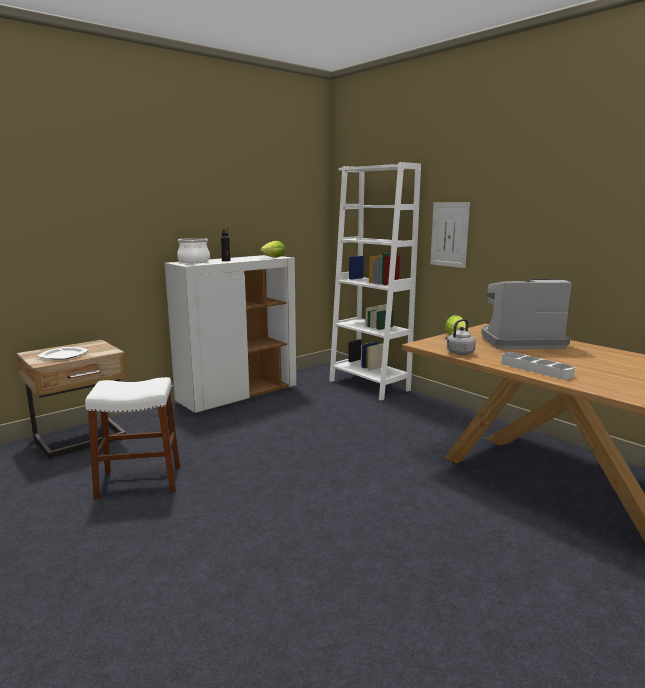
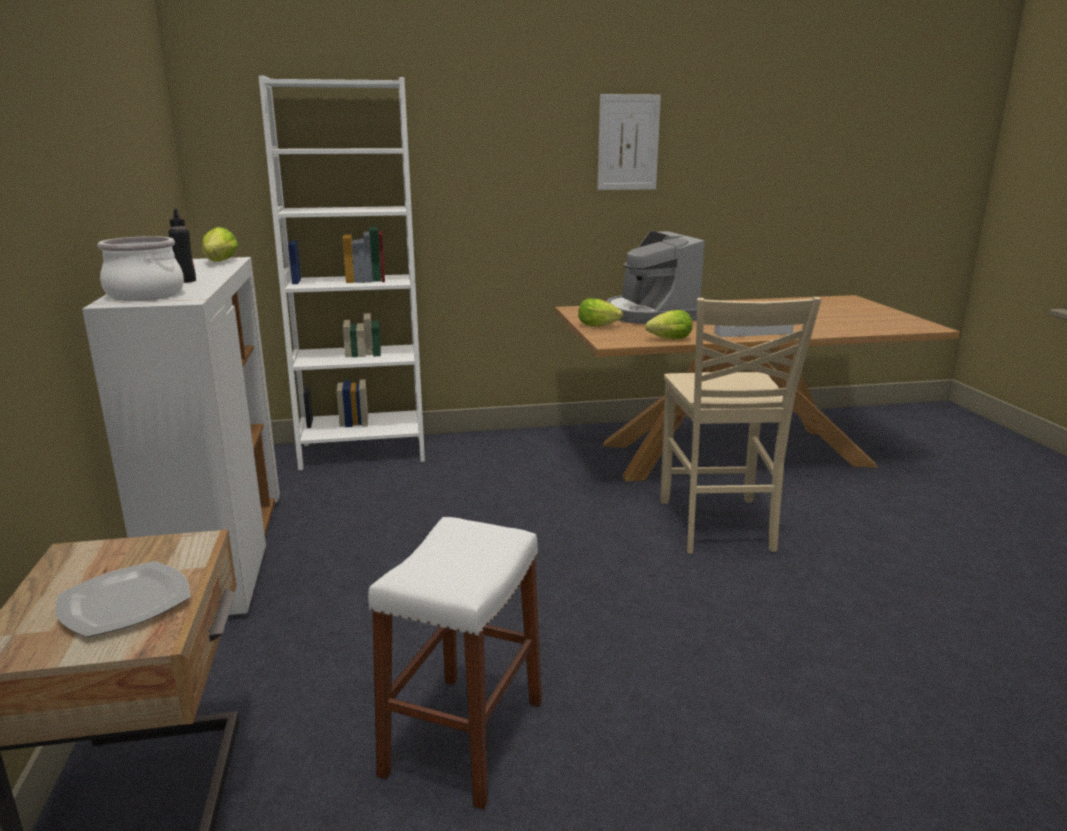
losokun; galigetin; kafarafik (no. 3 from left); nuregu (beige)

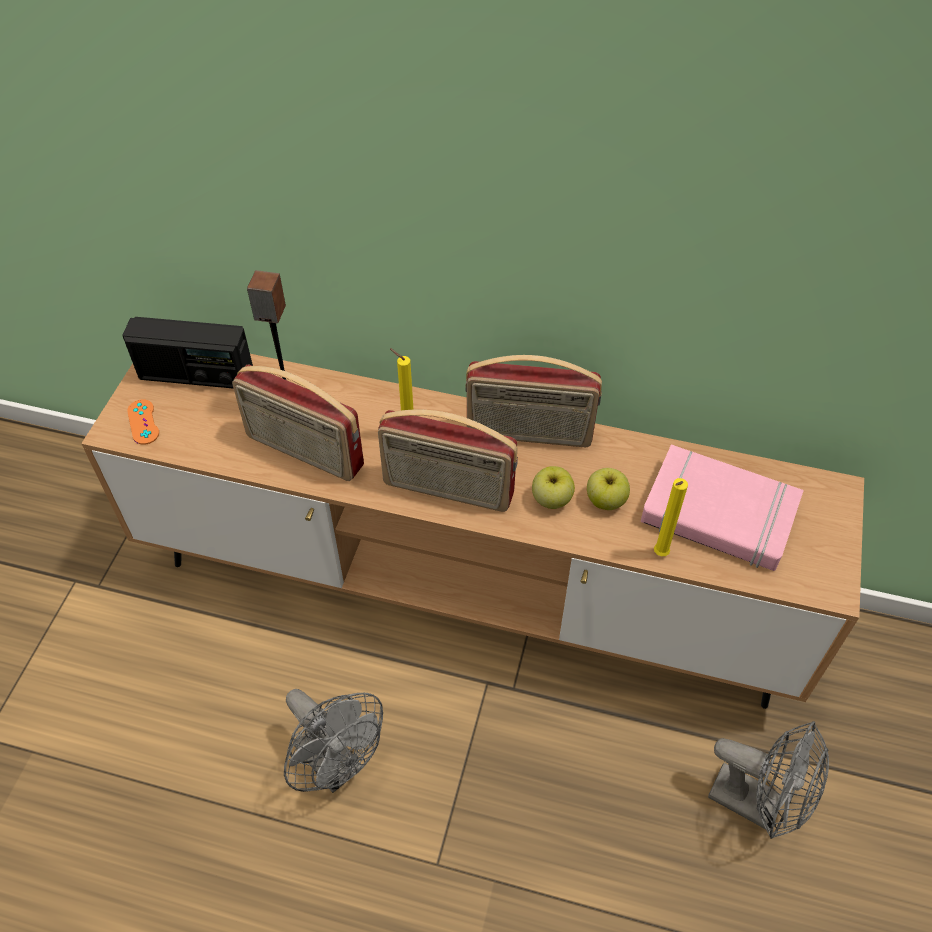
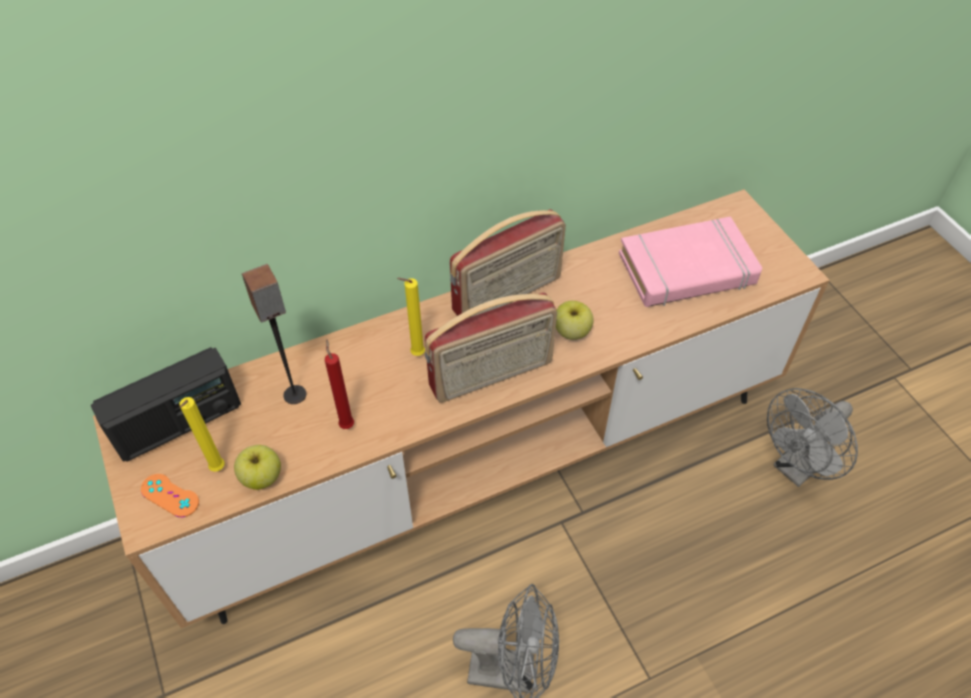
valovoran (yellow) (no. 1 from left); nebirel (no. 1 from left); valovoran (red); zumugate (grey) (no. 2 from left)

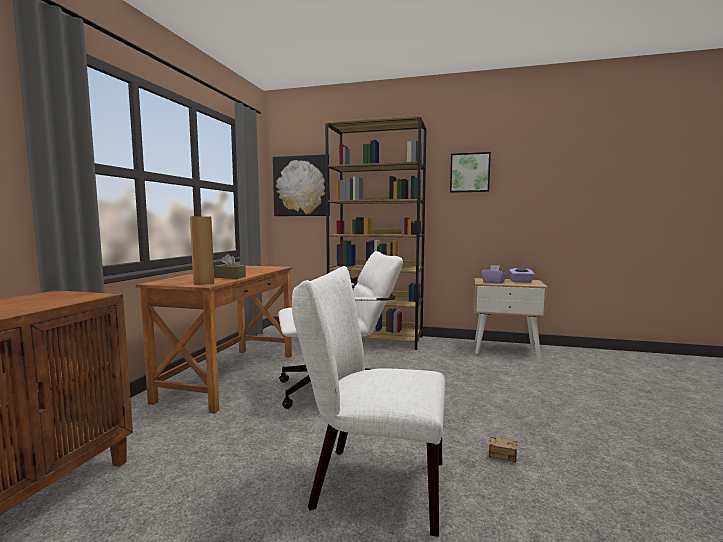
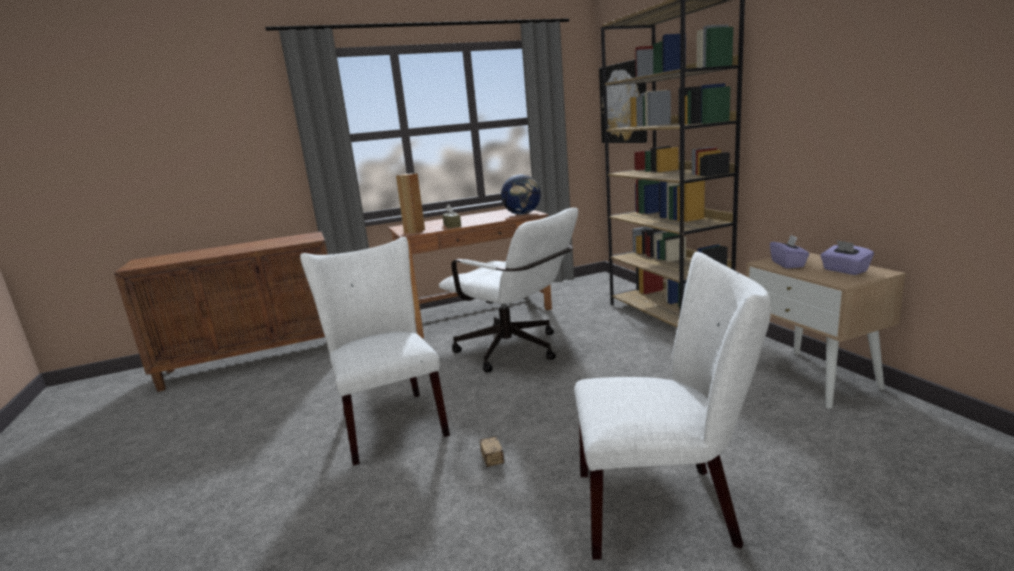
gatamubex; nuregu (white) (no. 2 from left); losokun (no. 2 from left in the first image)

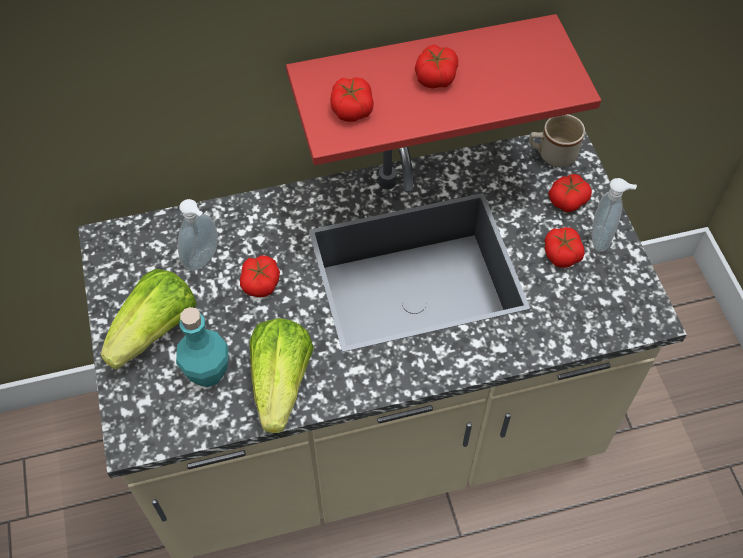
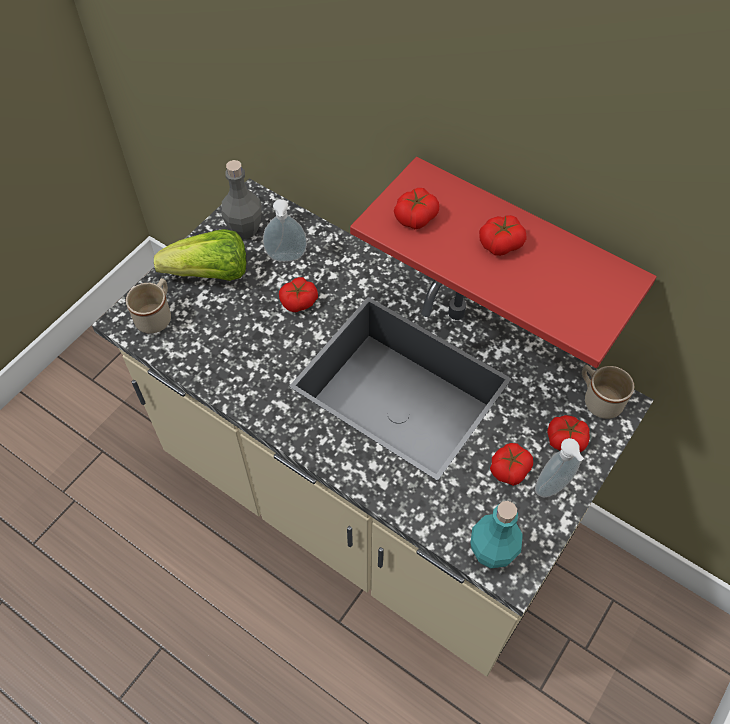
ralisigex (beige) (no. 1 from left); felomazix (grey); felomazix (turquoise); kafarafik (no. 2 from left in the first image)

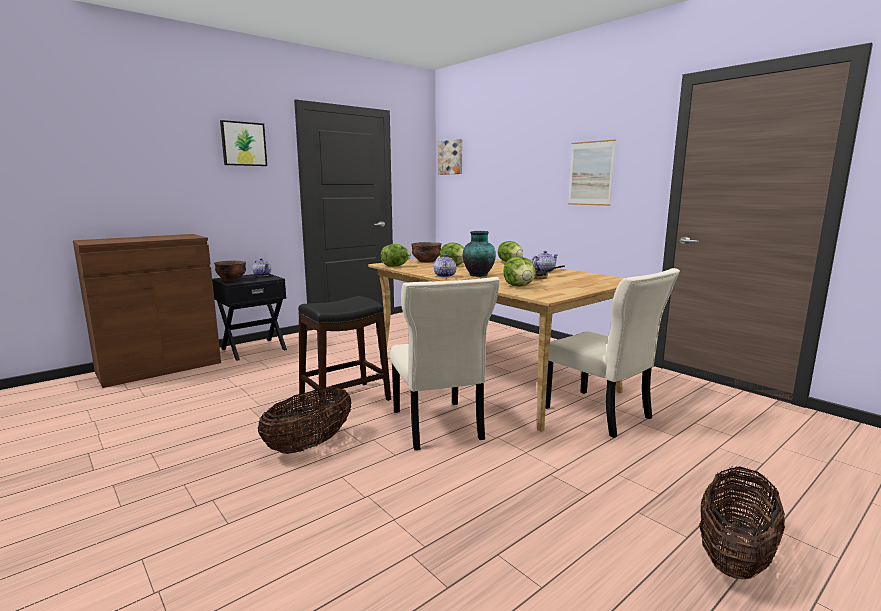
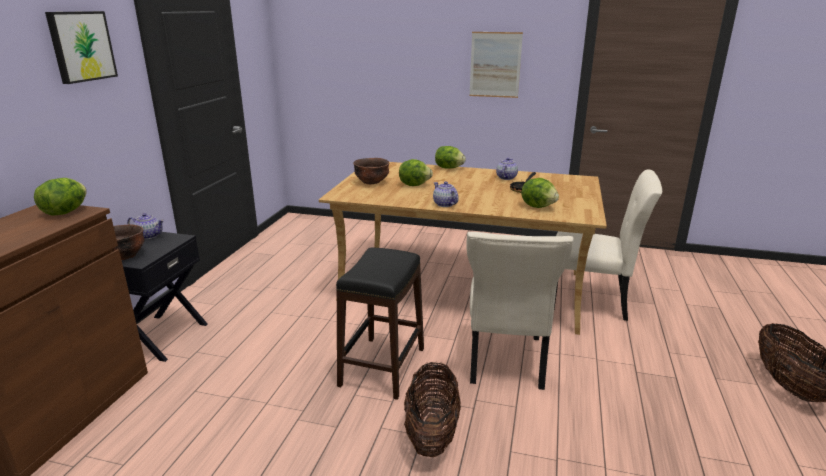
kafarafik (no. 1 from left); nuregu (beige) (no. 1 from left); losokun (no. 2 from left in the first image); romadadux

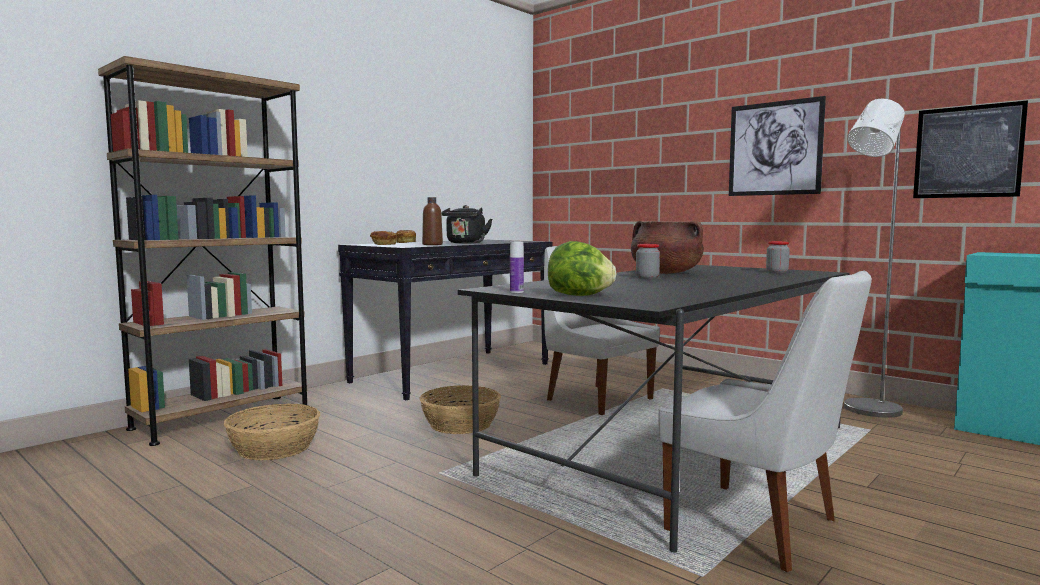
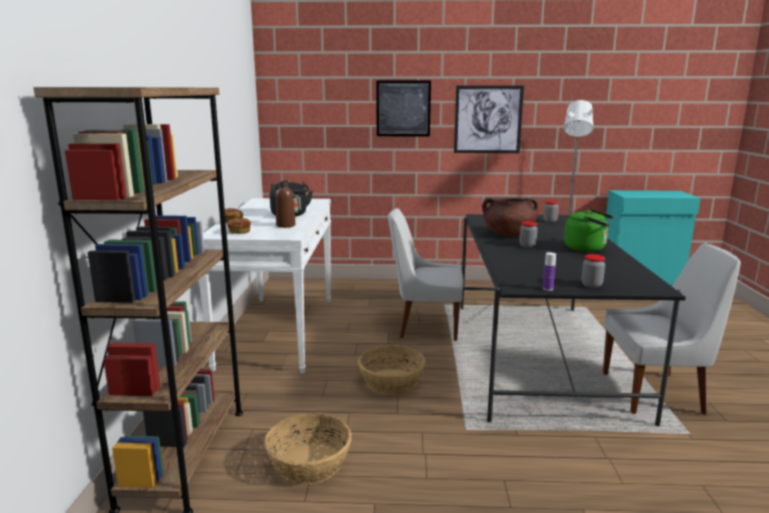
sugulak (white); losokun (no. 1 from left); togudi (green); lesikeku (no. 3 from left)

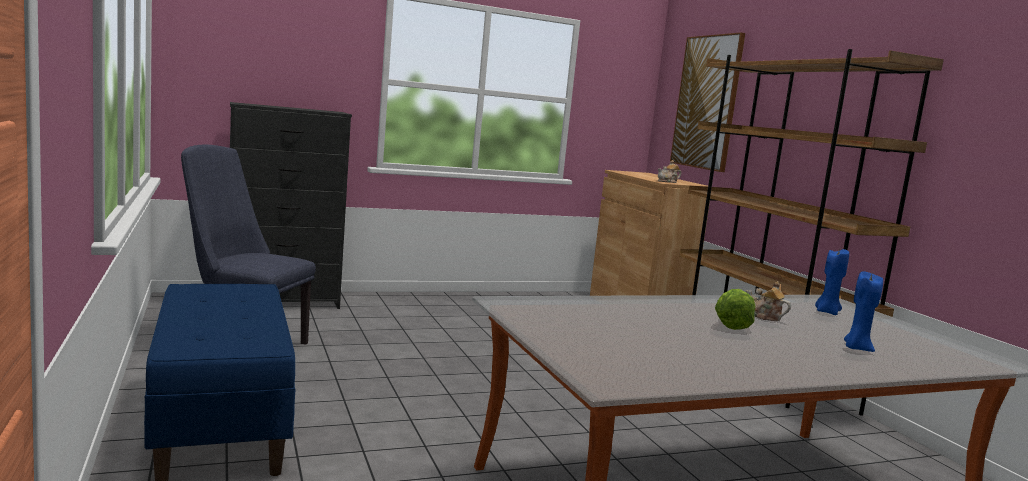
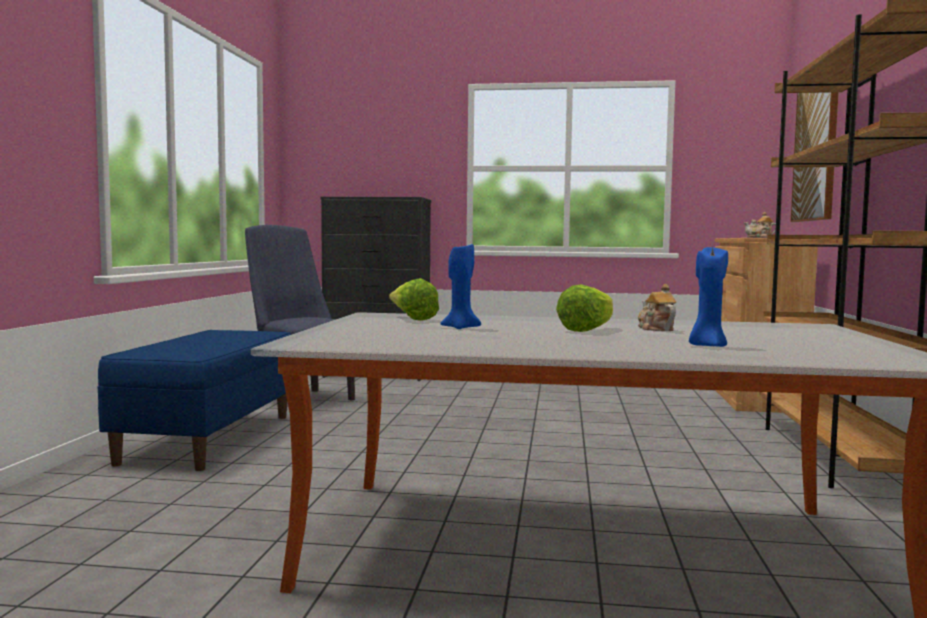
kafarafik (no. 1 from left); valovoran (blue) (no. 1 from left)

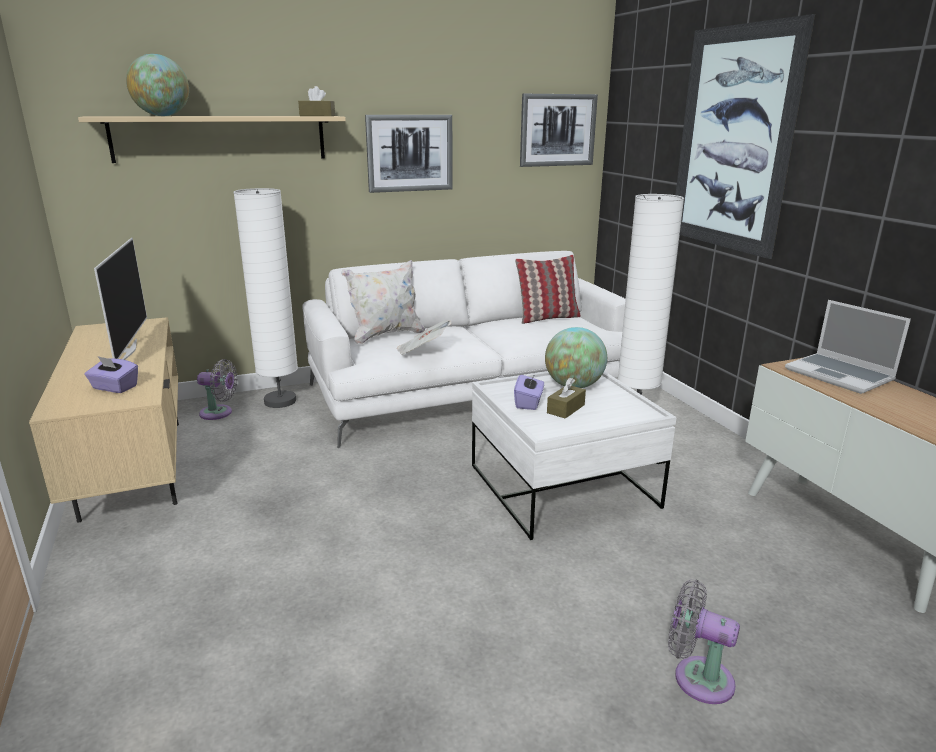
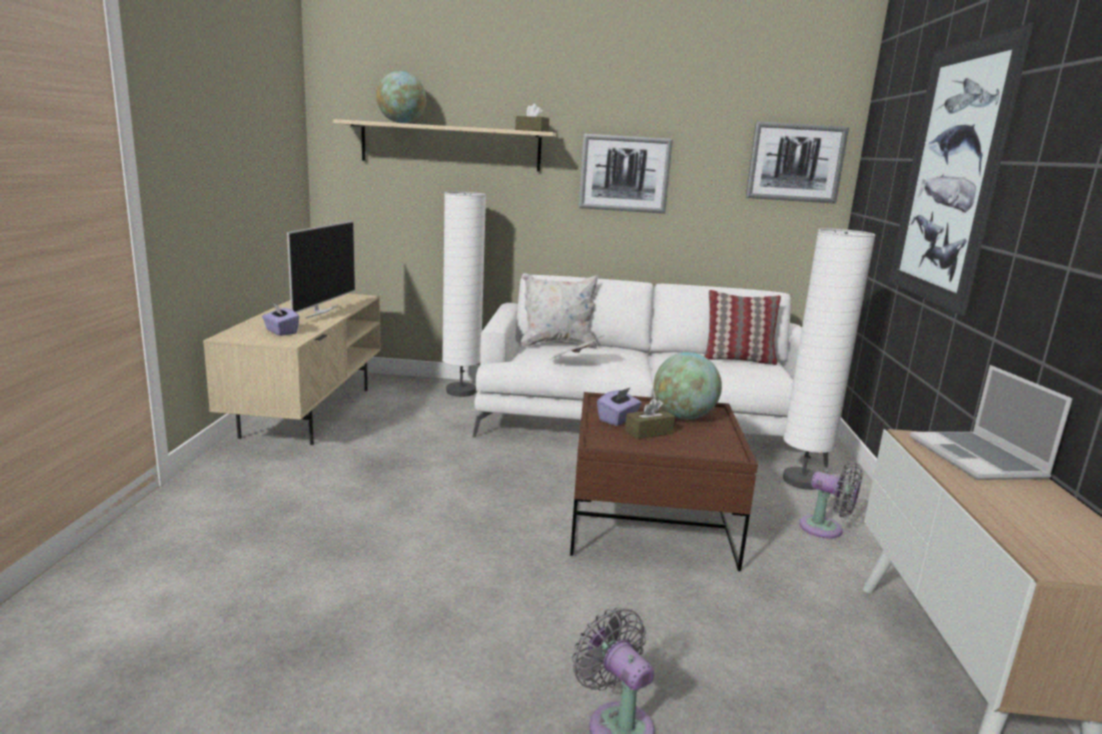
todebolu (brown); zumugate (grey) (no. 2 from left)

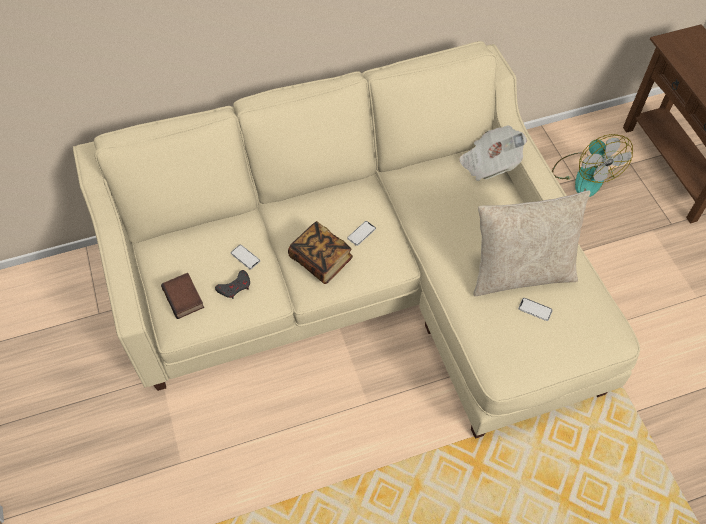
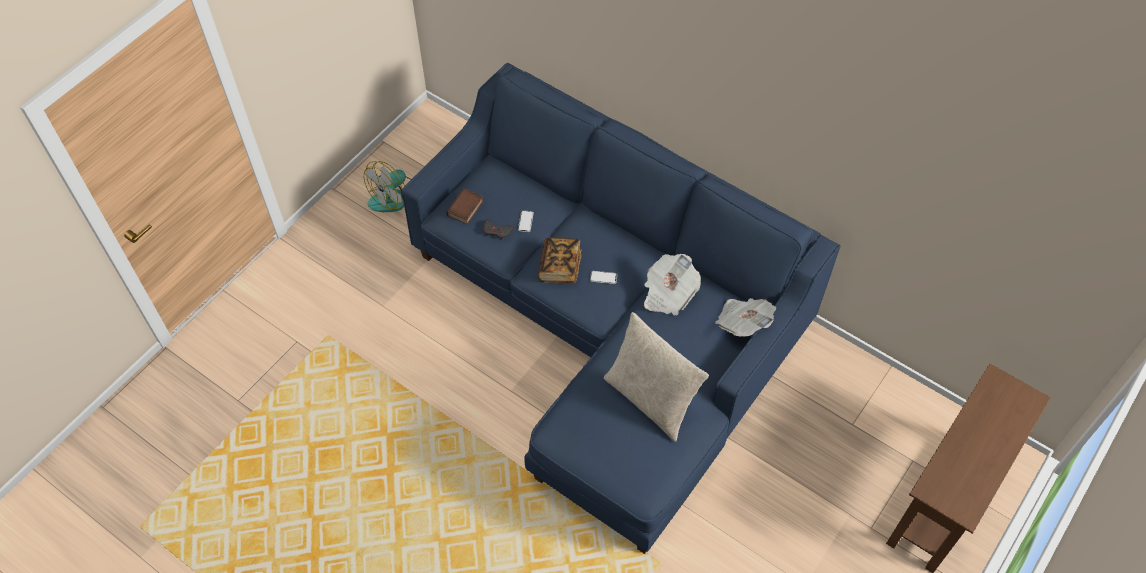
zumugate; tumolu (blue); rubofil (no. 1 from left); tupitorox (no. 3 from left in the first image)

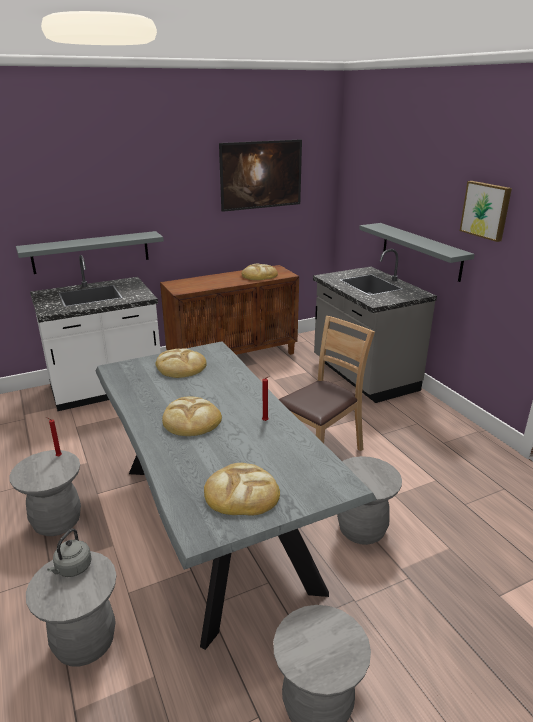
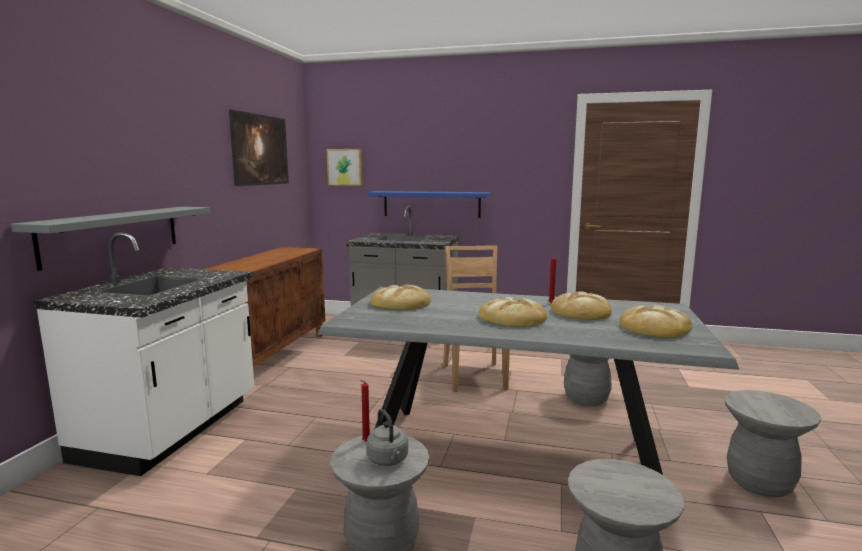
losokun (no. 2 from left); togudi (grey); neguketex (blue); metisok (no. 3 from left)

